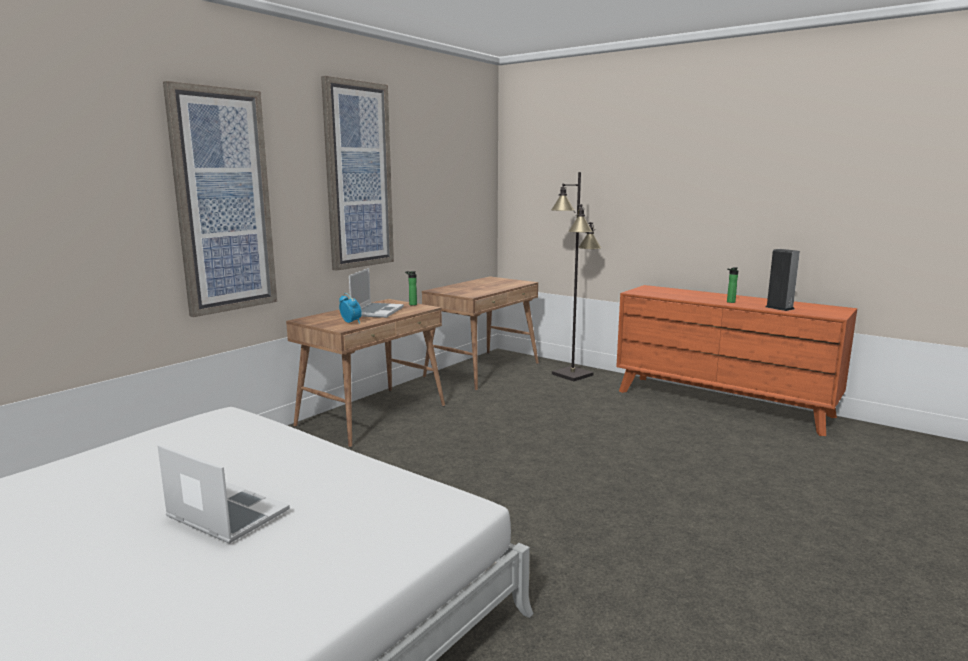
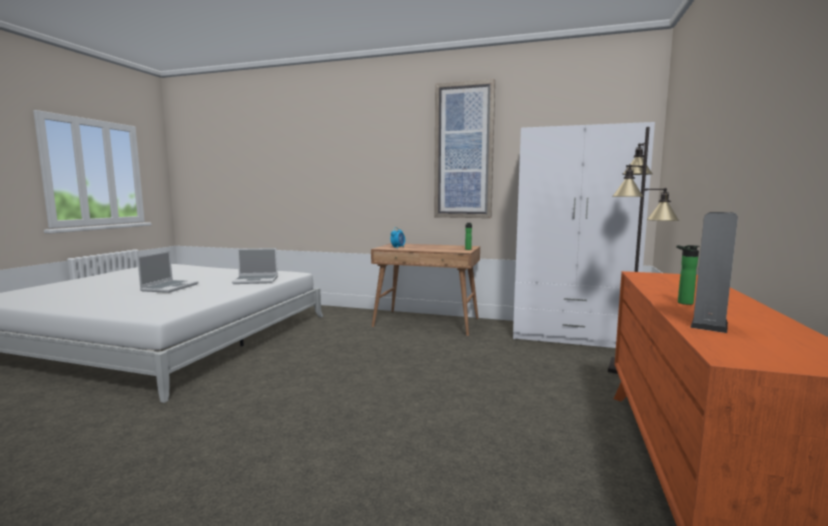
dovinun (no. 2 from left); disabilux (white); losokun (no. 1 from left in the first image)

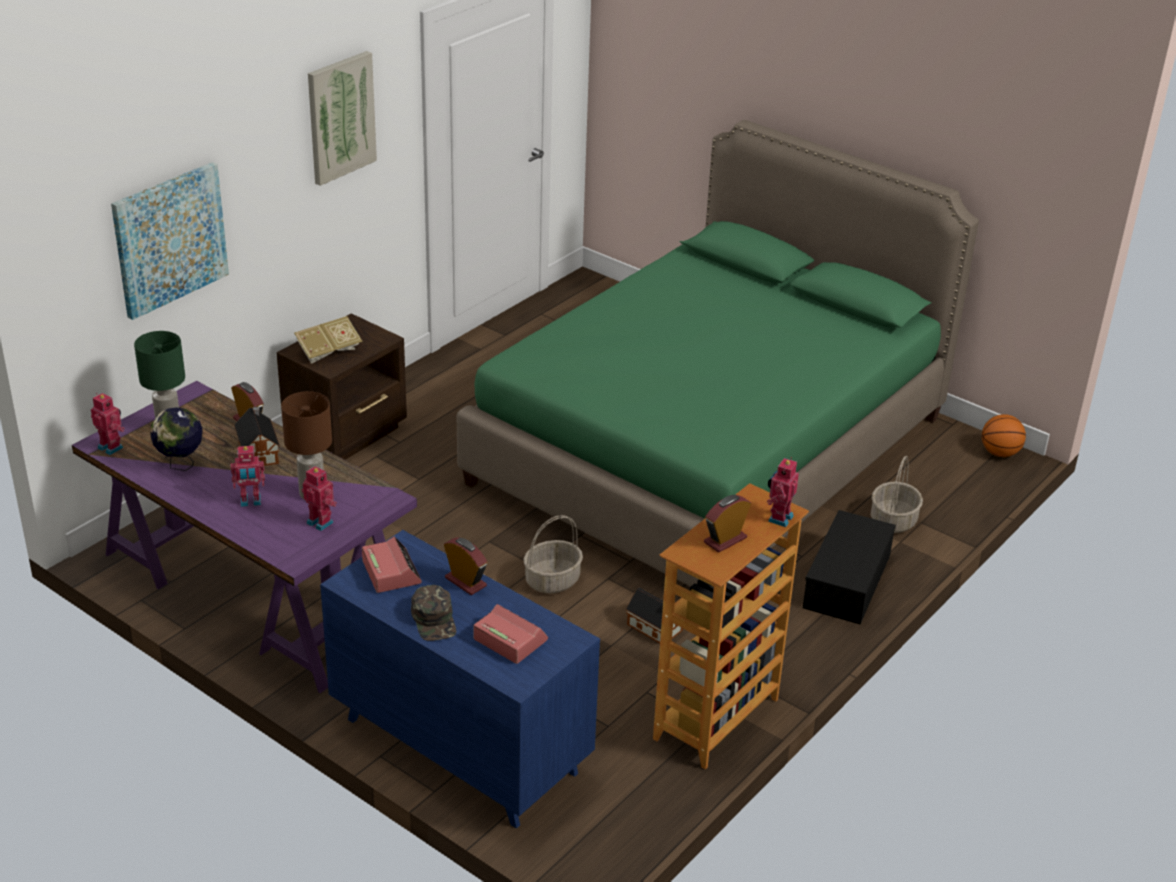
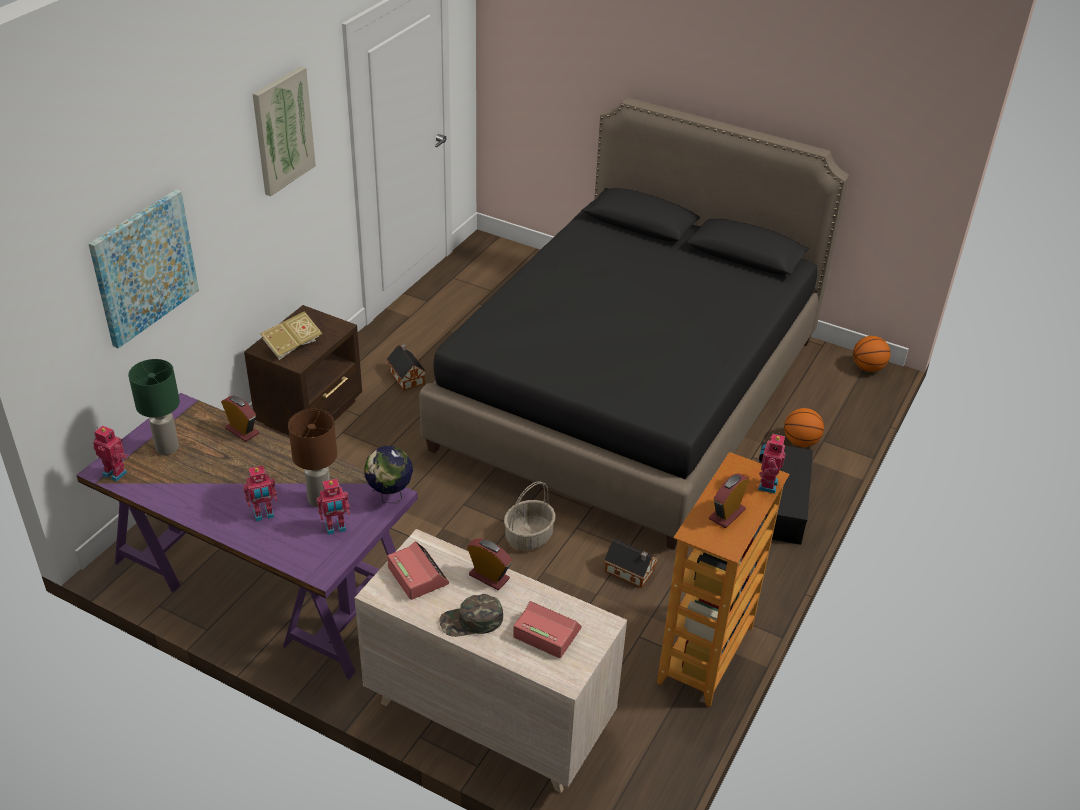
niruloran (no. 3 from left); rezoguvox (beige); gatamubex; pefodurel (no. 1 from left); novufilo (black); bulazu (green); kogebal (no. 1 from left)

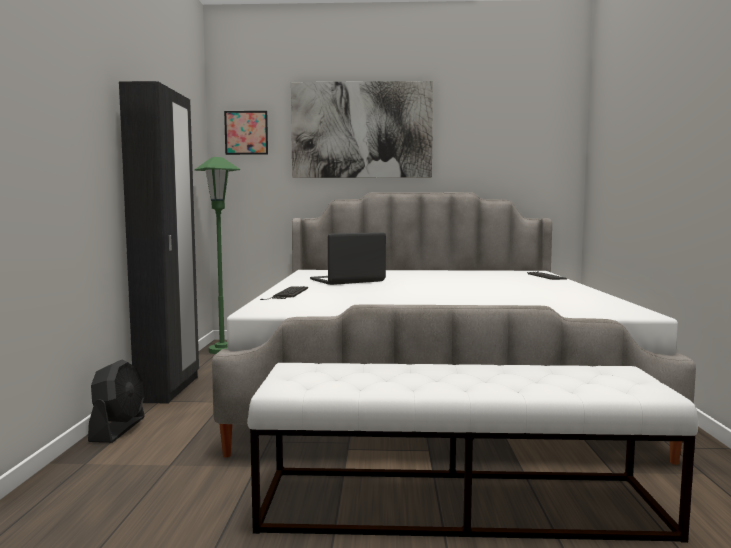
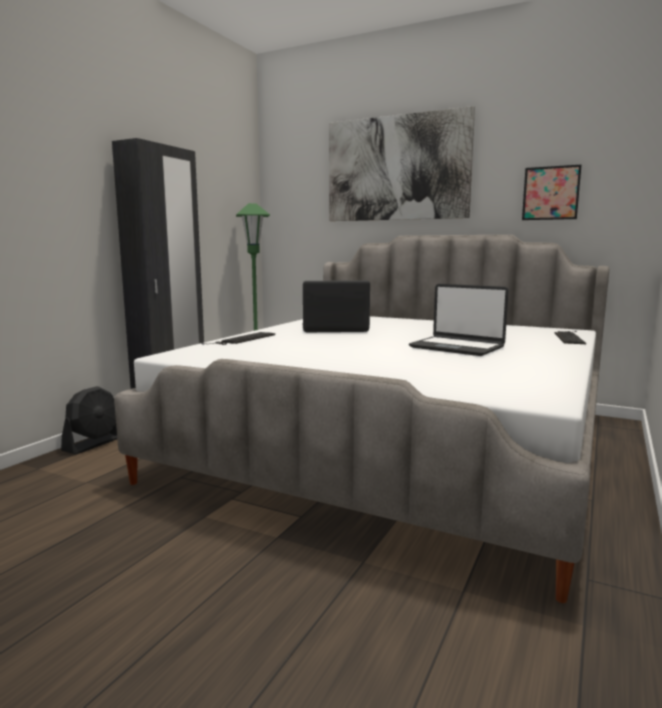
dovinun (no. 2 from left); losokun (no. 2 from left); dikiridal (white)

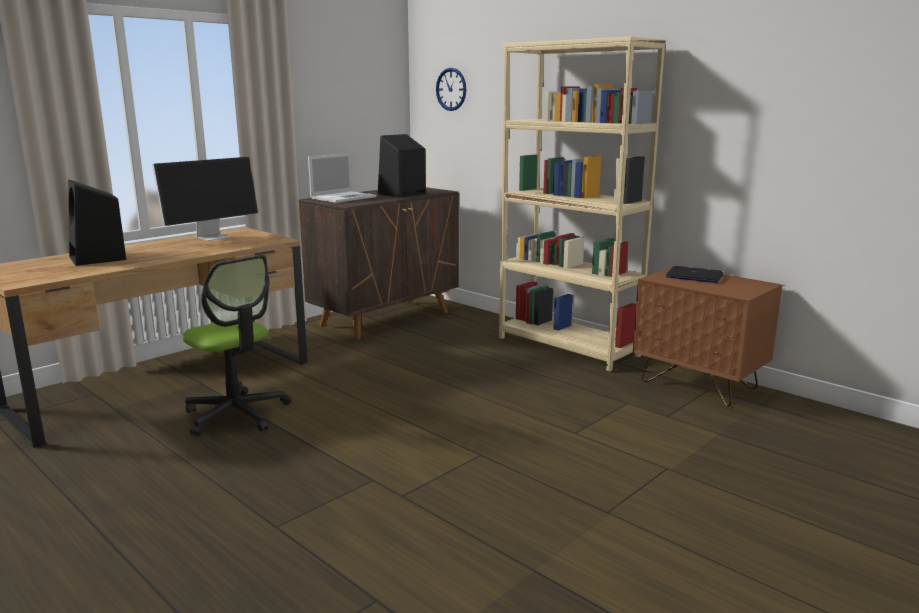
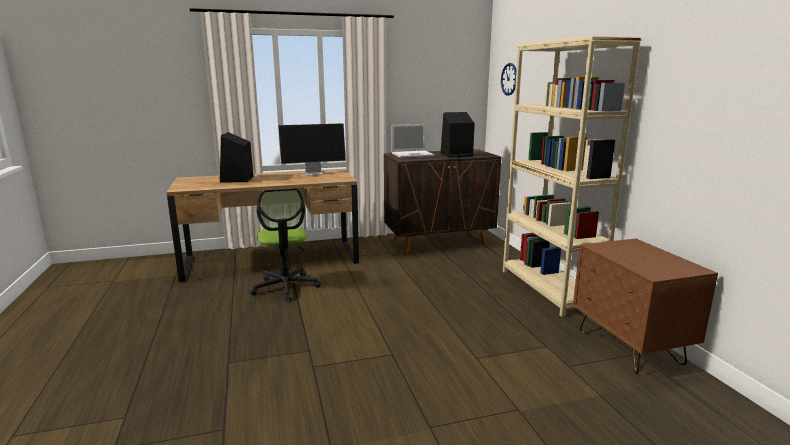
dovinun (no. 2 from left in the first image)

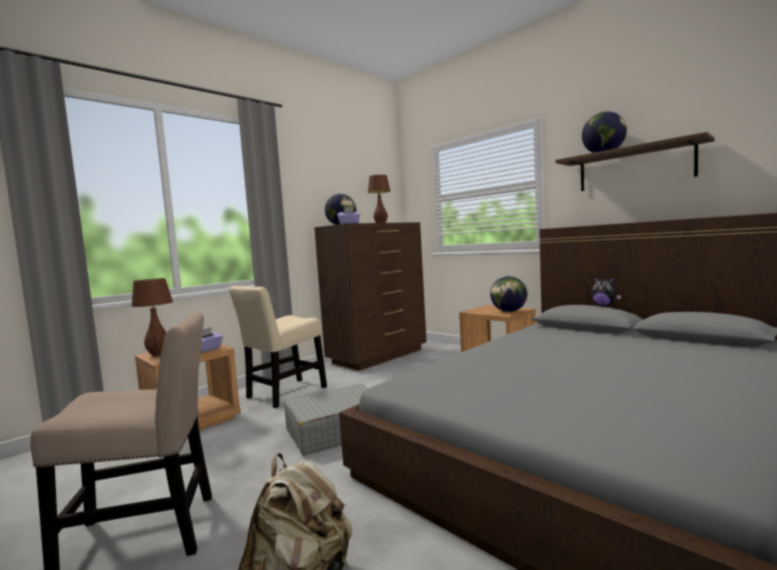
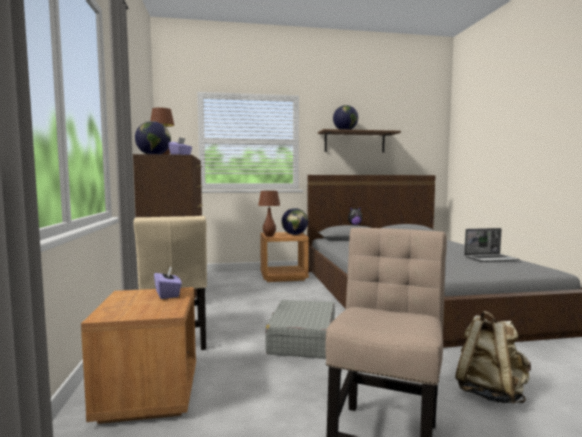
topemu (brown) (no. 2 from left); dovinun

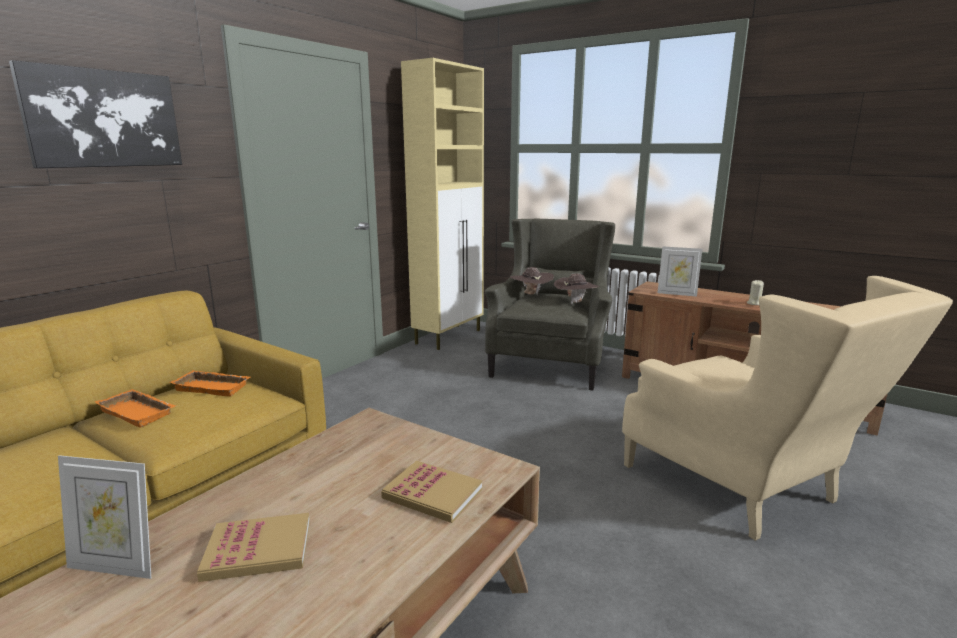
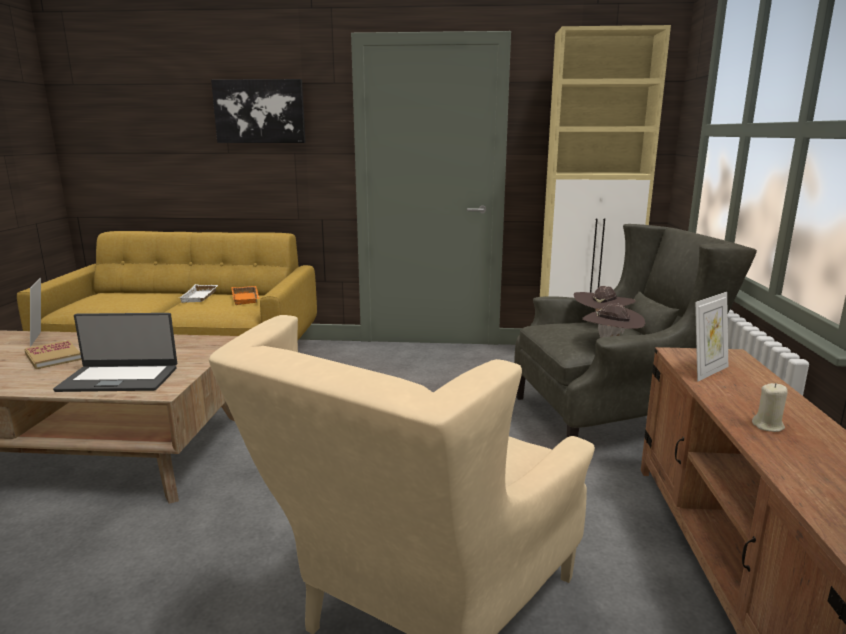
dovinun; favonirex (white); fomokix (no. 2 from left)

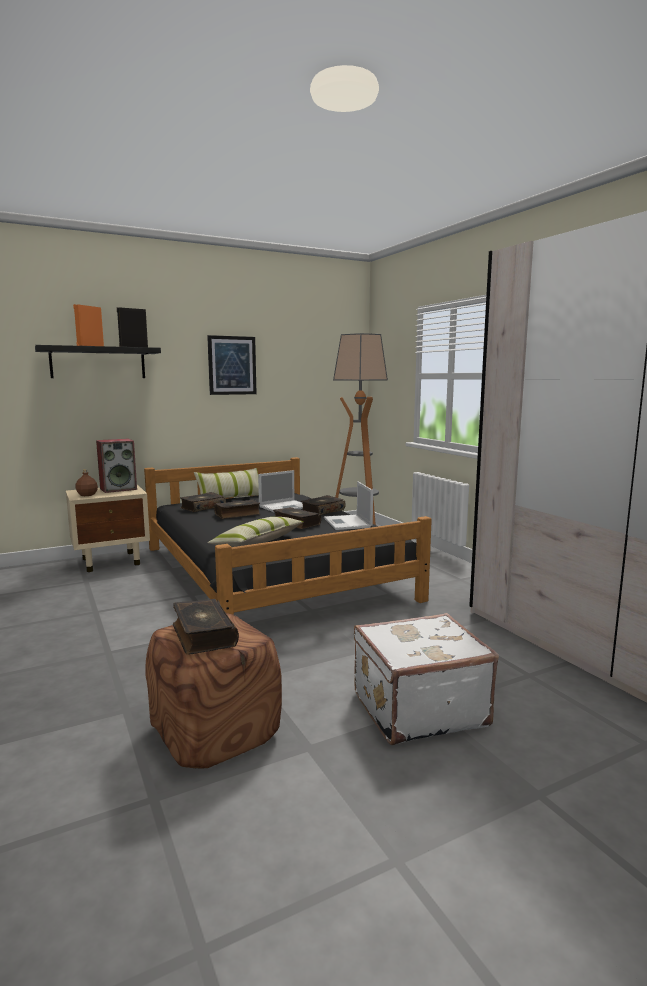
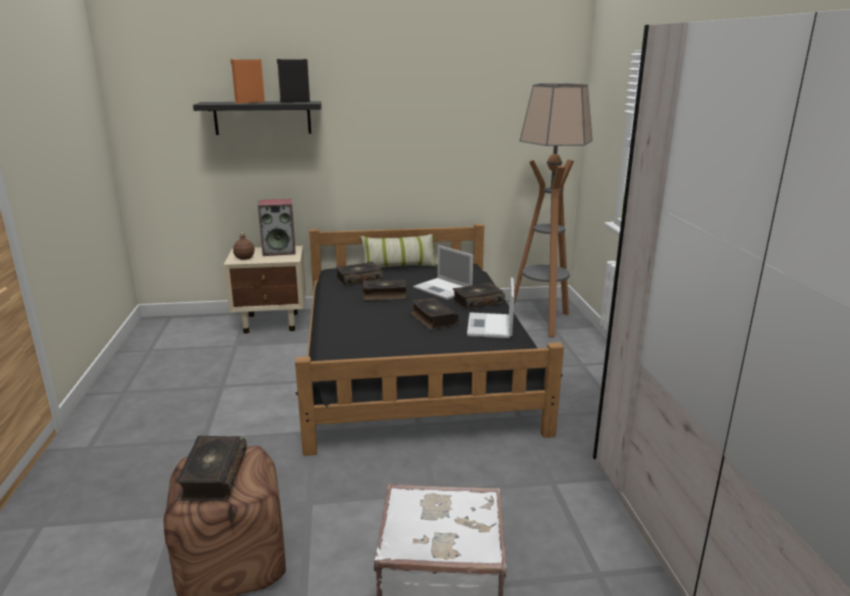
dovinun (no. 1 from left); losokun; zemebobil (no. 2 from left in the first image)

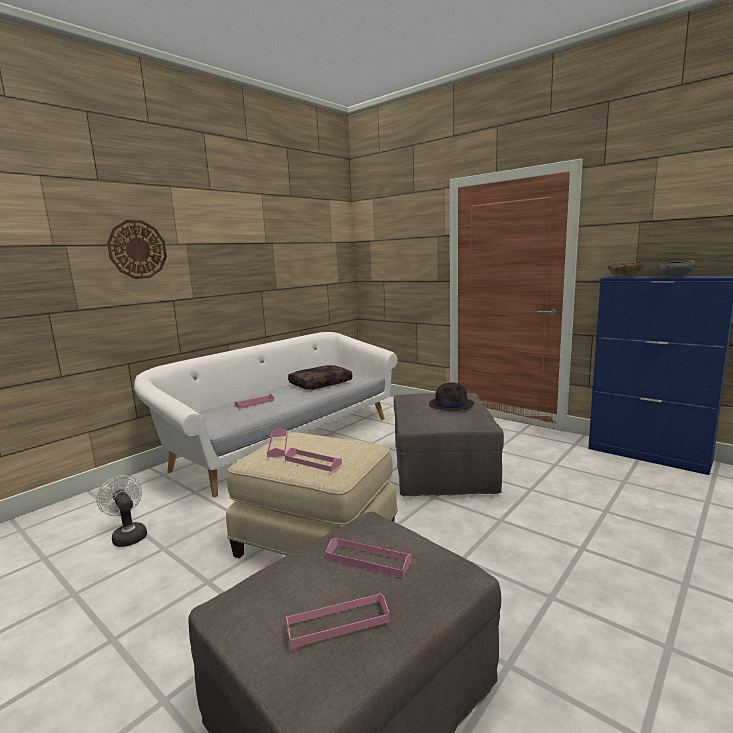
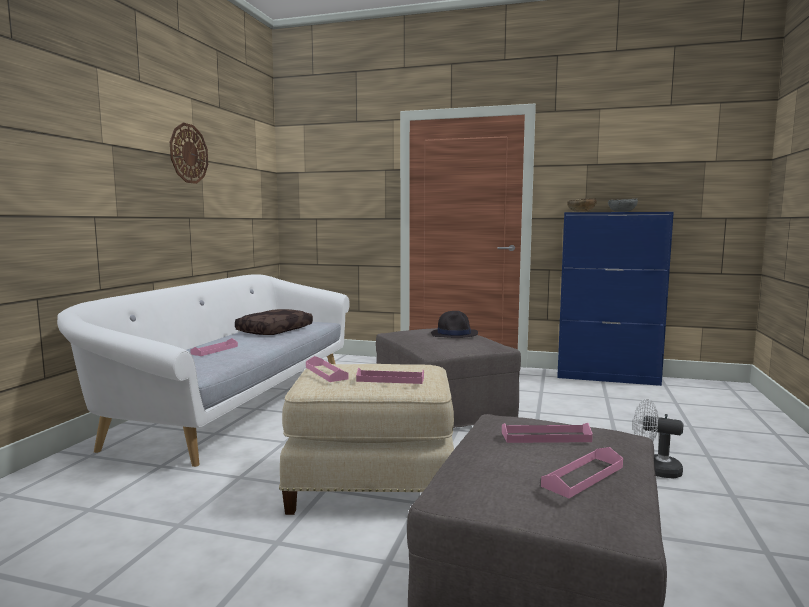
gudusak; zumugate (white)

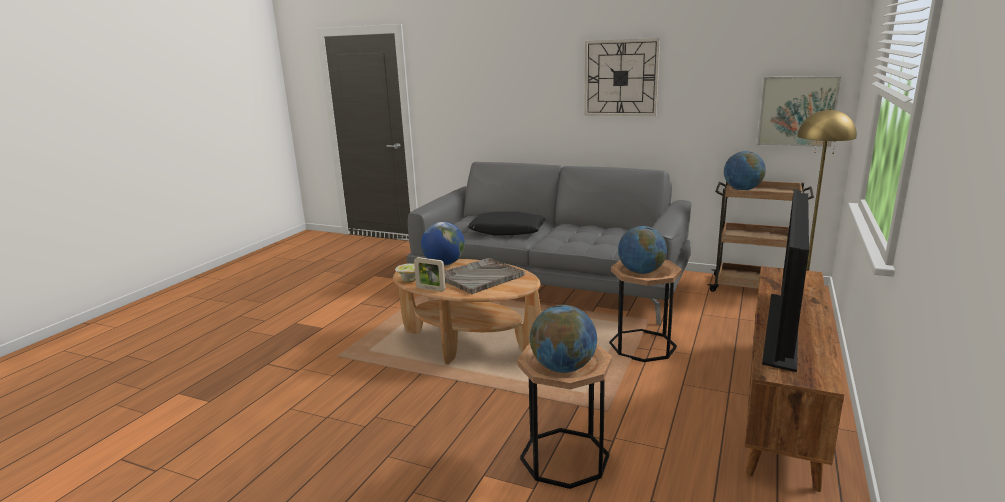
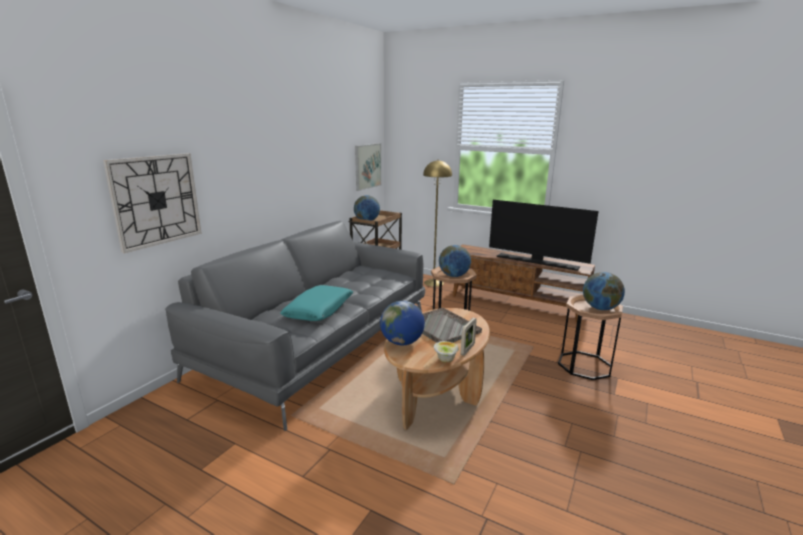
gudusak; zemebobil (turquoise)

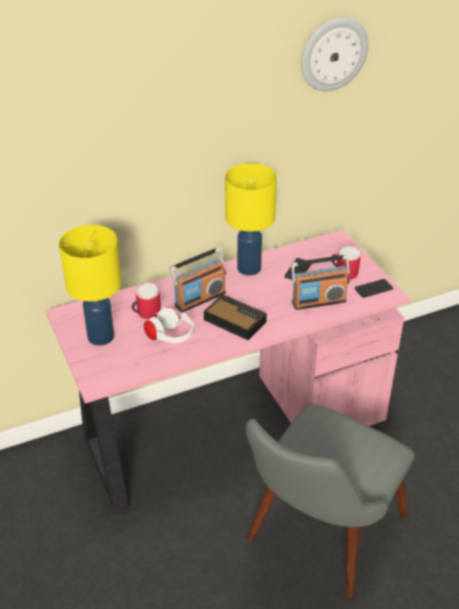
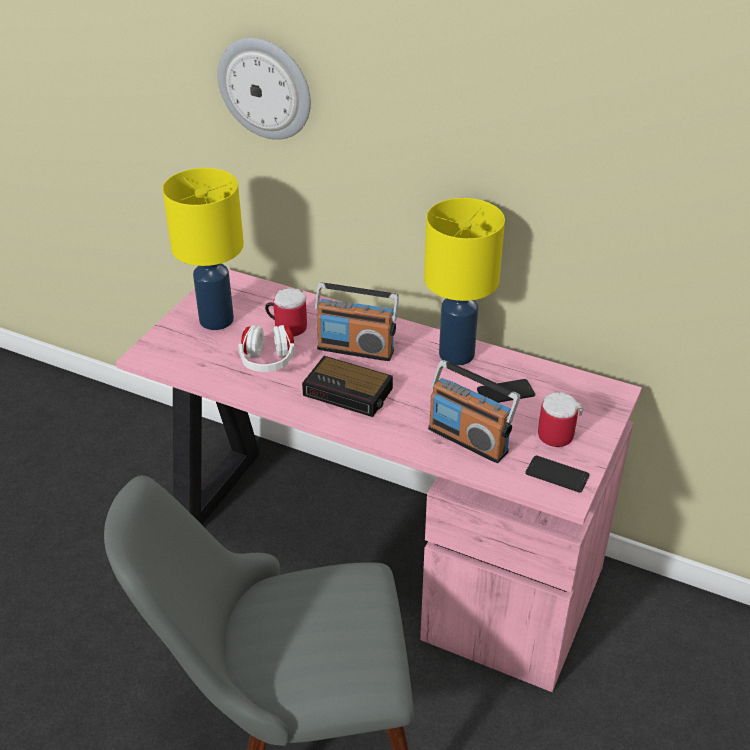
gudusak; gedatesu

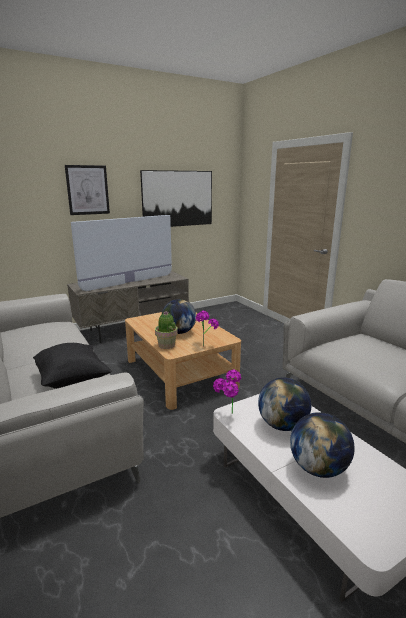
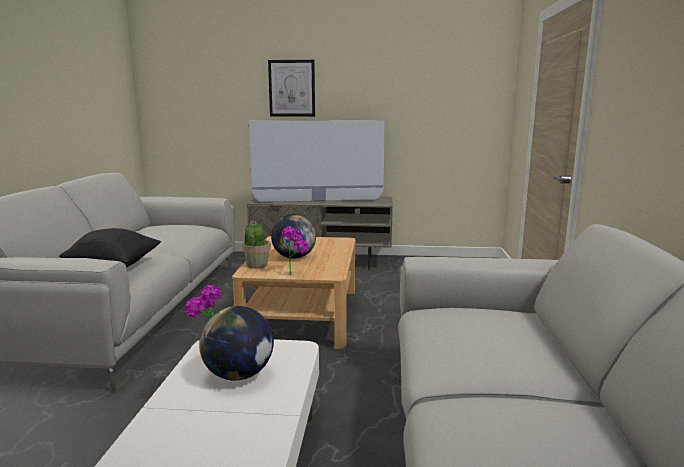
losokun (no. 2 from left in the first image); gatamubex (no. 3 from left in the first image)

